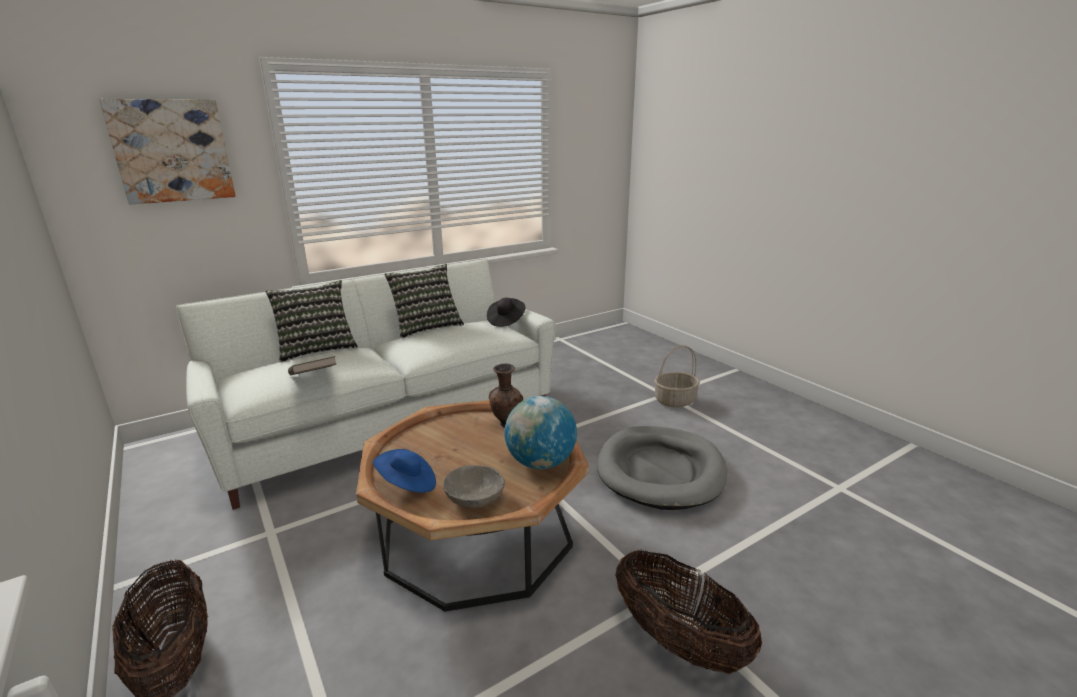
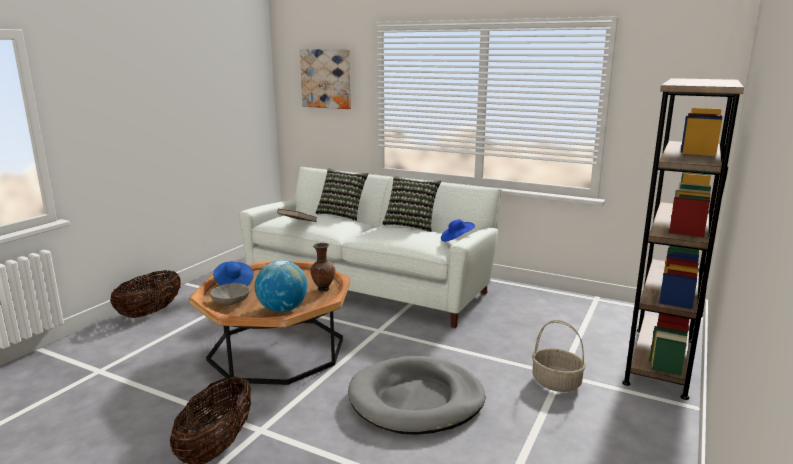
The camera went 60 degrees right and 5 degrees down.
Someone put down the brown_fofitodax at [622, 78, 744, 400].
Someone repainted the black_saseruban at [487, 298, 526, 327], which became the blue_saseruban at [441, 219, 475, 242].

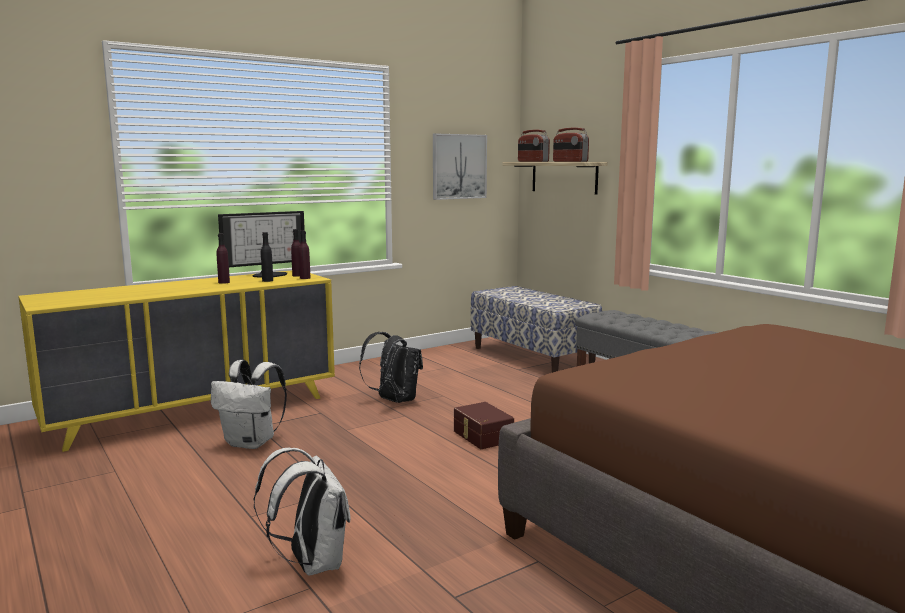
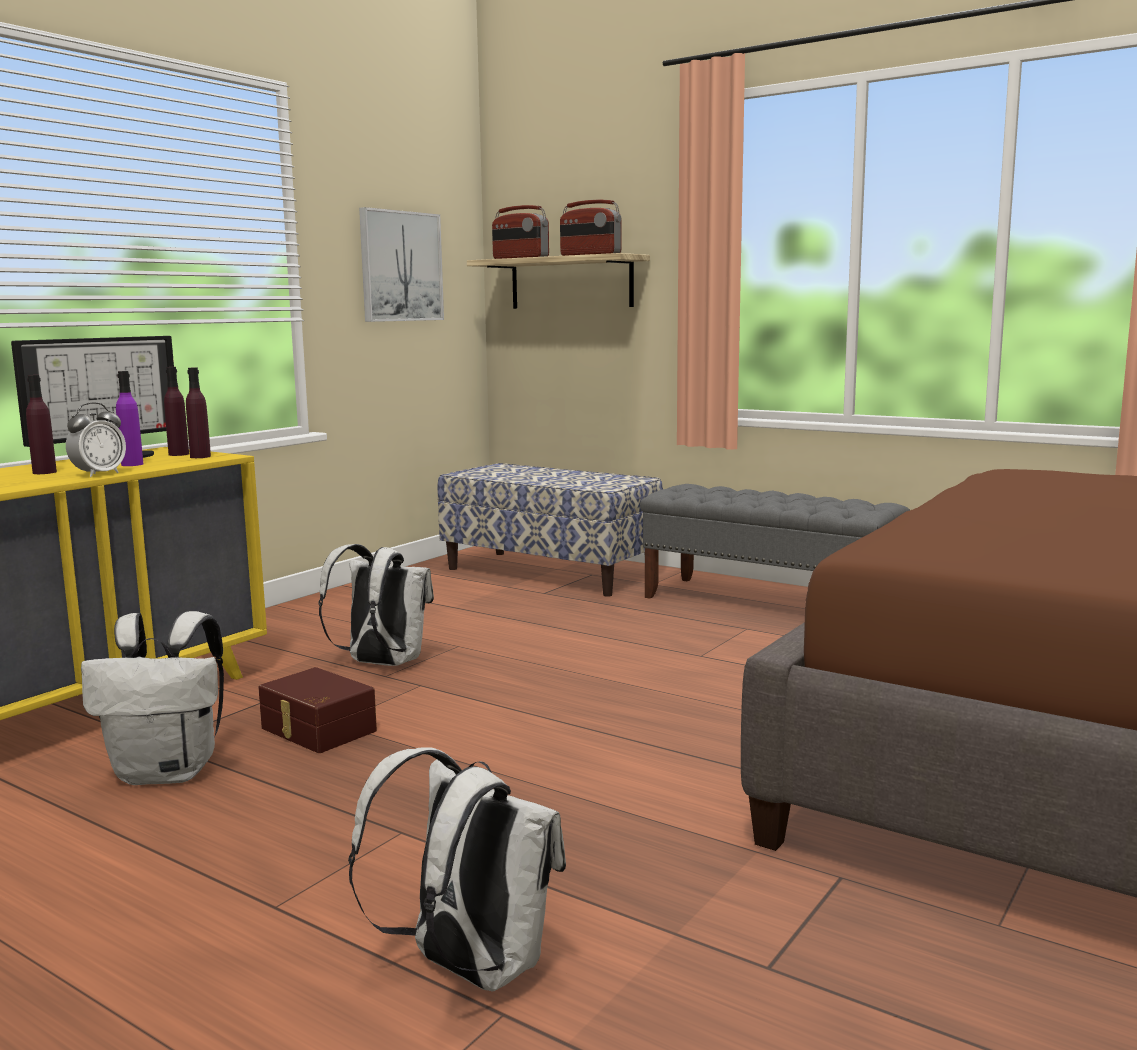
The camera went 20 degrees left and 0 degrees up.
Someone put down the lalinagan at [66, 402, 126, 477].
Someone carried the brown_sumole from [454, 402, 514, 449] to [258, 667, 377, 753].
Someone repainted the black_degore at [261, 232, 273, 282], which became the purple_degore at [116, 371, 143, 466].
Someone repainted the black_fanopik at [359, 332, 423, 403], which became the white_fanopik at [318, 544, 434, 666].

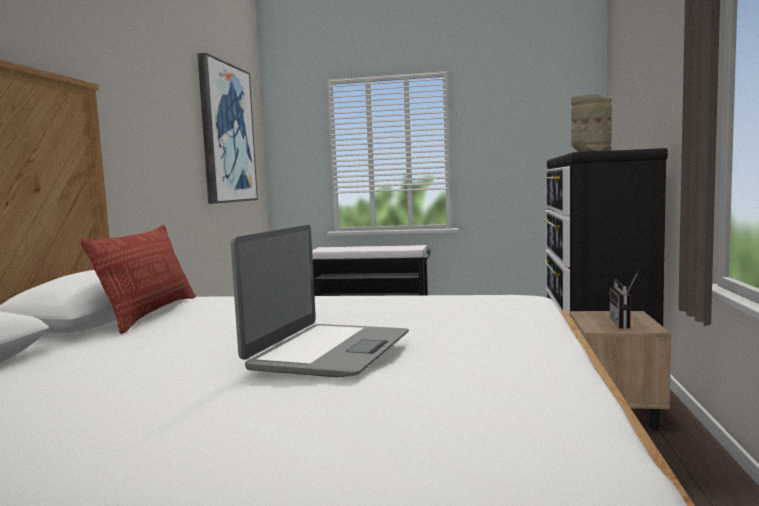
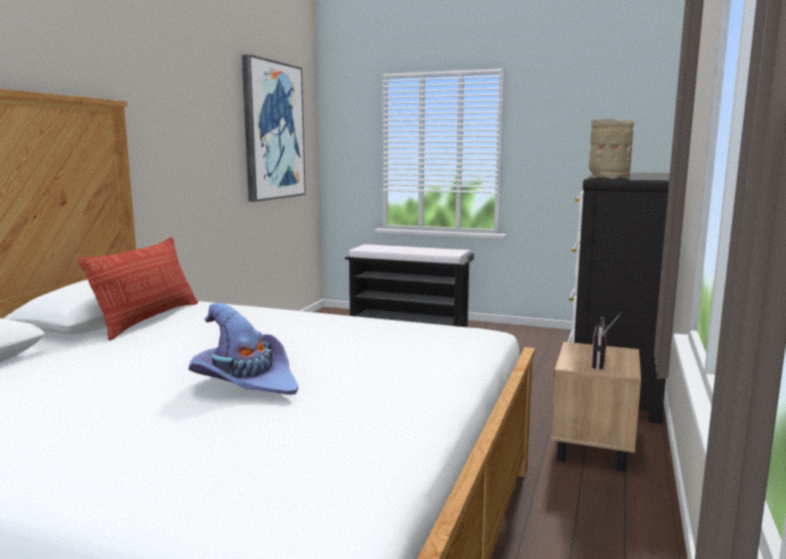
The camera went 10 degrees right and 5 degrees up.
Someone swapped the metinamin at [231, 225, 409, 377] for the purple_saseruban at [189, 303, 298, 395].

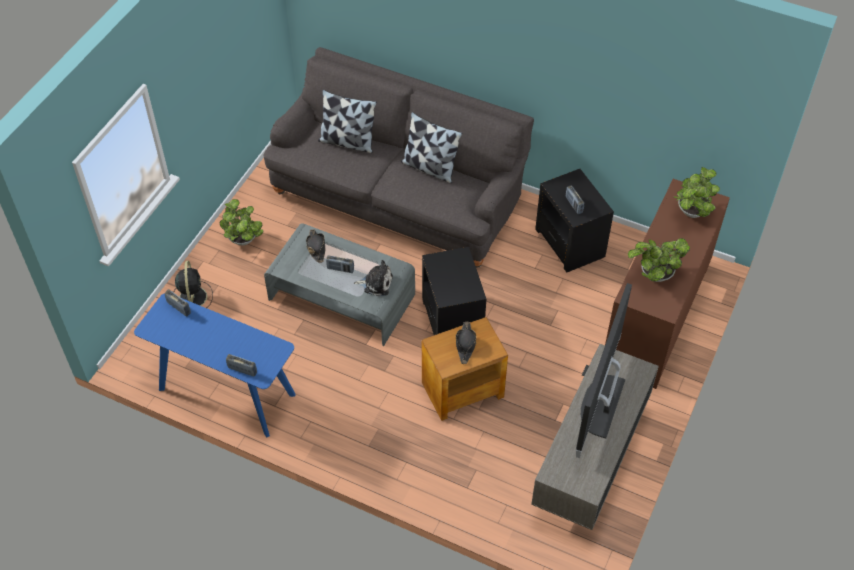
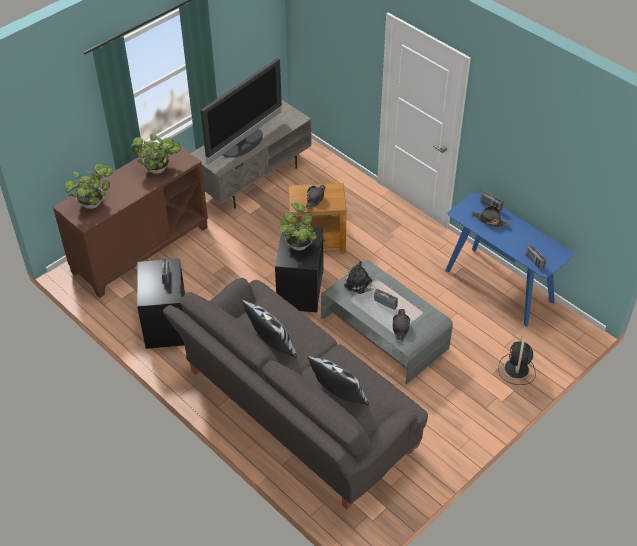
The camera went 160 degrees left and 5 degrees down.
Someone put down the black_saseruban at [471, 206, 510, 227].
Someone carried the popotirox from [220, 199, 263, 246] to [279, 202, 317, 251].

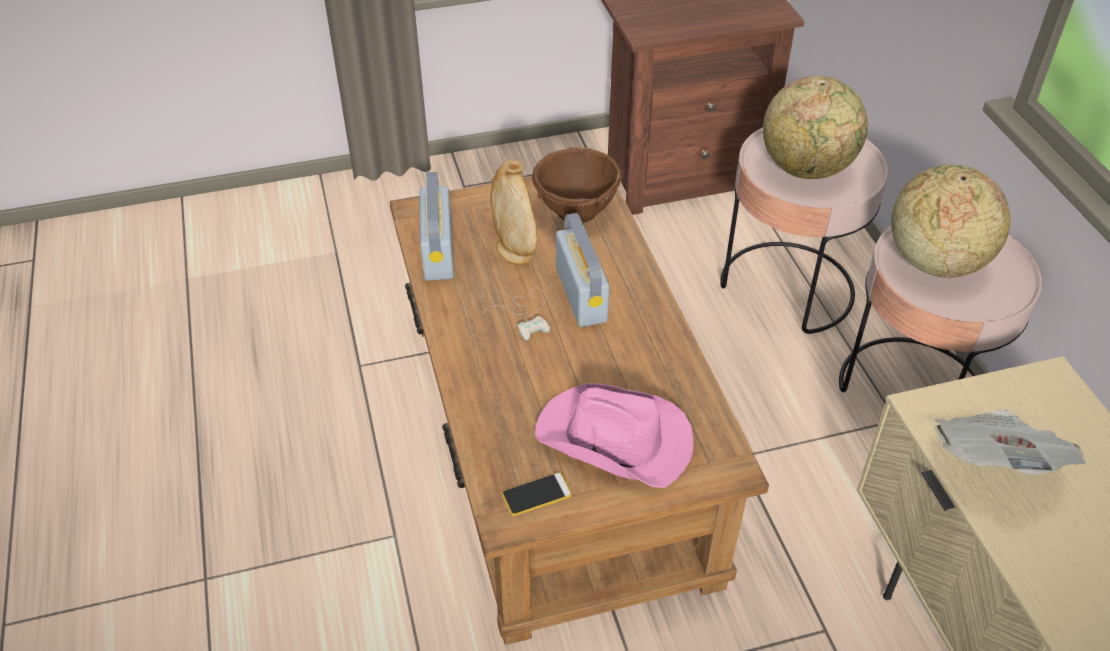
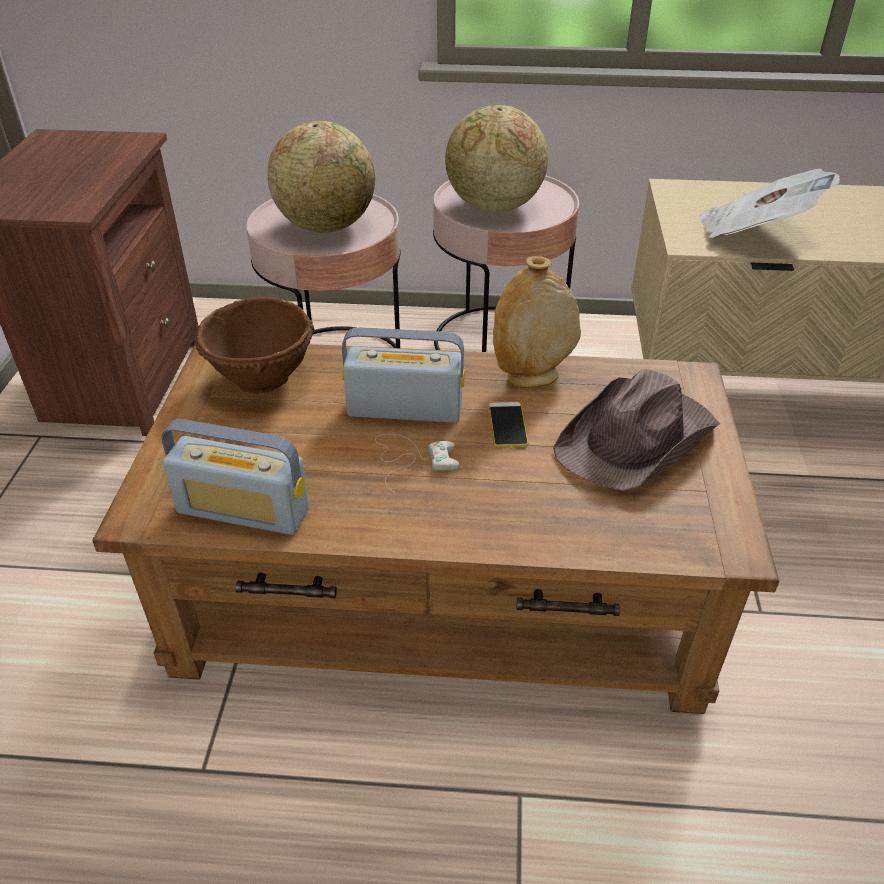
The camera went 70 degrees left and 5 degrees down.
Someone carried the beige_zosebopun from [490, 159, 537, 265] to [493, 256, 581, 388].
Someone carried the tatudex from [502, 472, 572, 516] to [488, 402, 529, 448].
Someone repainted the pink_saseruban at [535, 383, 694, 488], which became the brown_saseruban at [553, 369, 720, 491].

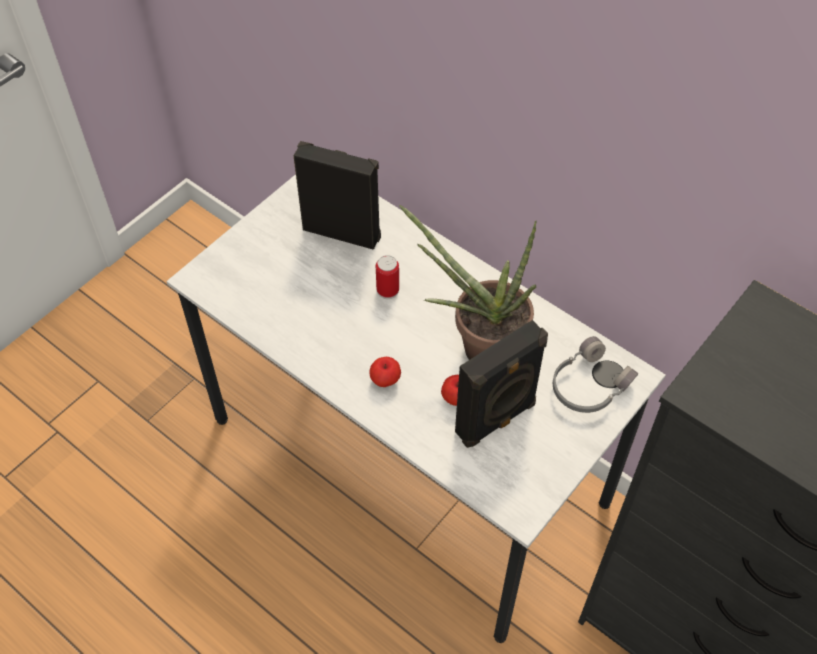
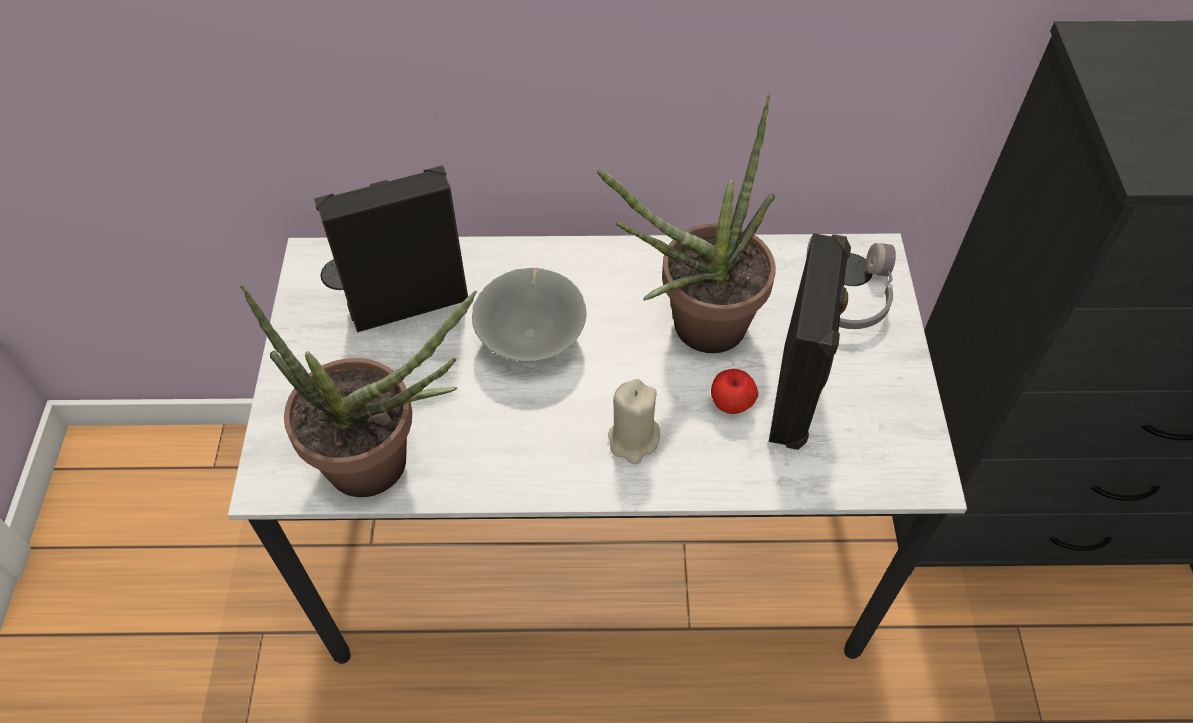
The camera went 40 degrees left and 0 degrees up.
Someone put down the popotirox at [240, 284, 477, 497].
Someone swapped the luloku at [369, 357, 401, 387] for the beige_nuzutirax at [608, 379, 660, 465].
Someone swapped the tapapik at [376, 255, 399, 299] for the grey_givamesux at [472, 268, 587, 361].

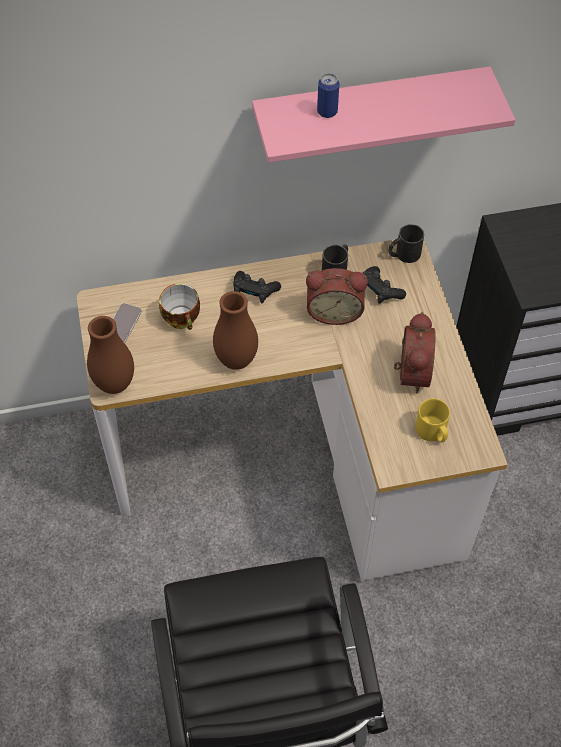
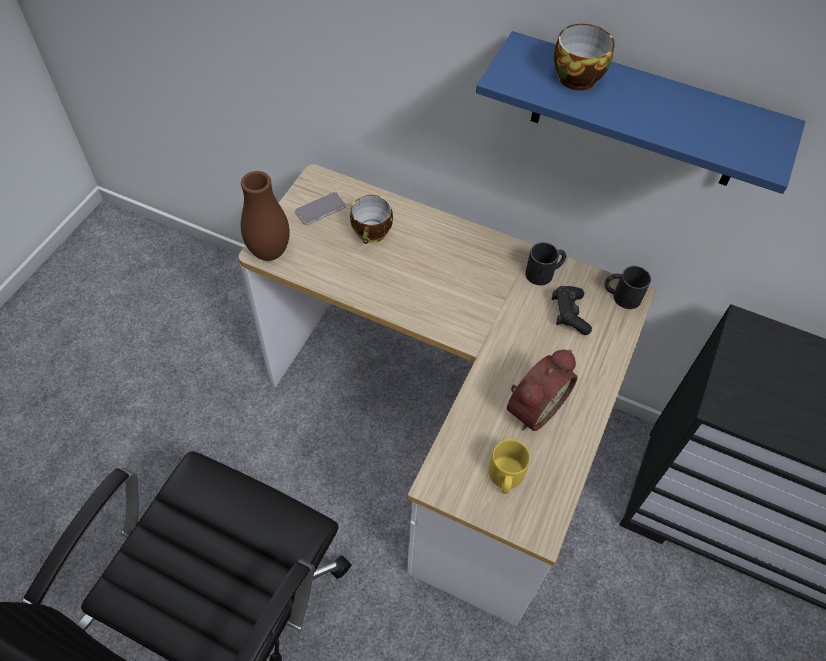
The camera went 35 degrees right and 0 degrees up.
Someone took away the brown_zosebopun at [213, 291, 258, 370].
Someone took away the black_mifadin at [233, 271, 281, 304].
Someone took away the lalinagan at [306, 268, 368, 325].
Someone swapped the tapapik at [317, 73, 339, 118] for the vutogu at [554, 24, 614, 91].
Someone repainted the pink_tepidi at [252, 66, 515, 163], which became the blue_tepidi at [476, 31, 805, 194].

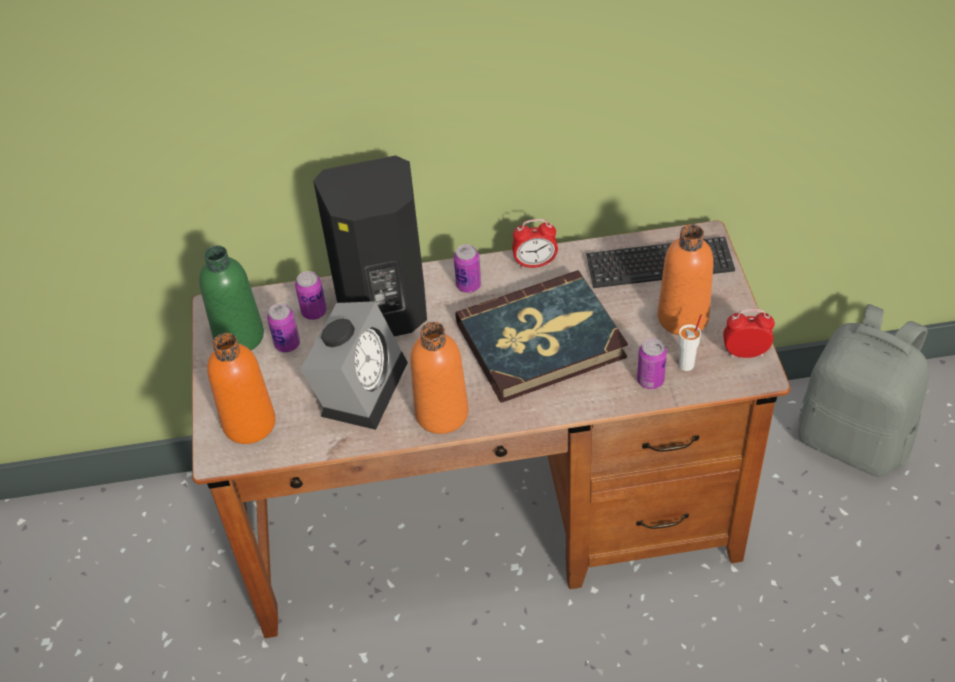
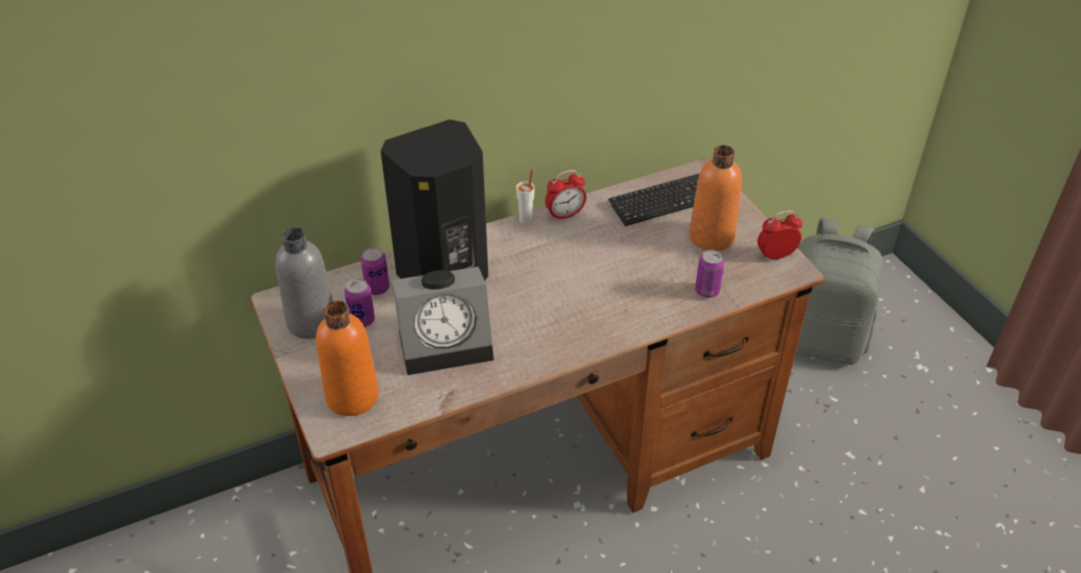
The camera went 20 degrees left and 5 degrees down.
Someone took away the orange_degore at [410, 322, 469, 434].
Someone took away the tapapik at [454, 244, 481, 293].
Someone took away the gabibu at [456, 270, 628, 403].
Someone carried the white_vutogu from [679, 314, 702, 371] to [516, 170, 535, 224].
Someone repainted the green_degore at [199, 245, 264, 350], which became the grey_degore at [275, 227, 333, 339].
Someone rotated the lalinagan at [301, 301, 408, 430] by 75 degrees clockwise.

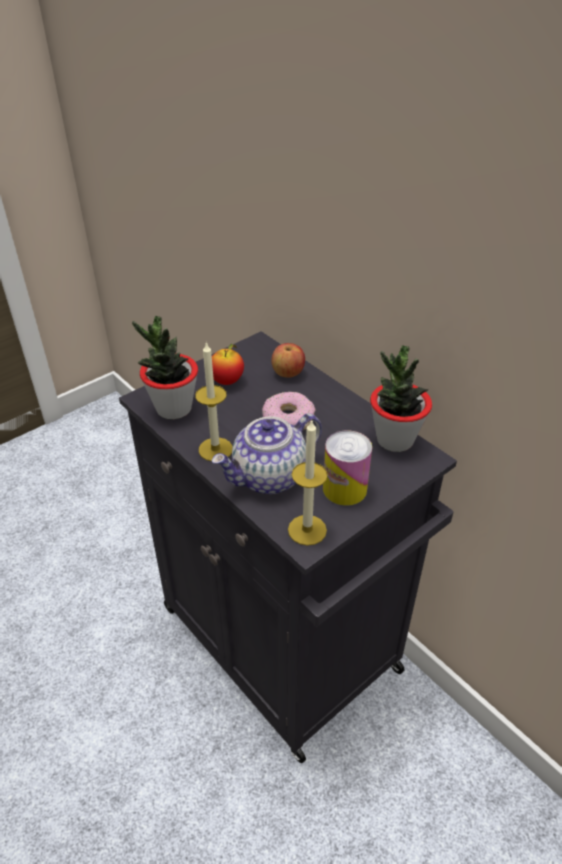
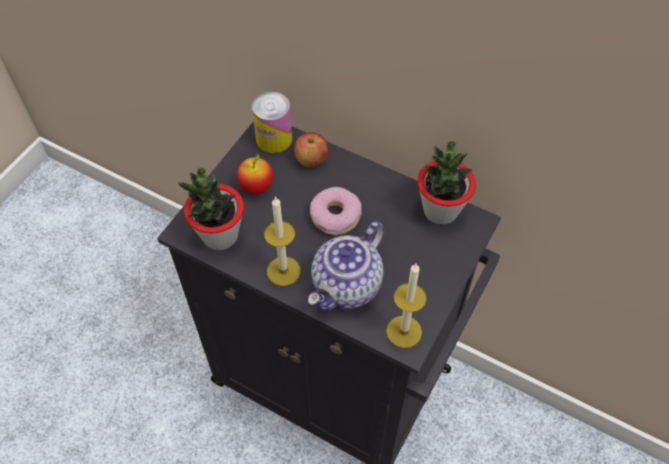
The camera went 20 degrees left and 15 degrees up.
Someone carried the tapapik from [323, 430, 372, 506] to [252, 92, 292, 153].

